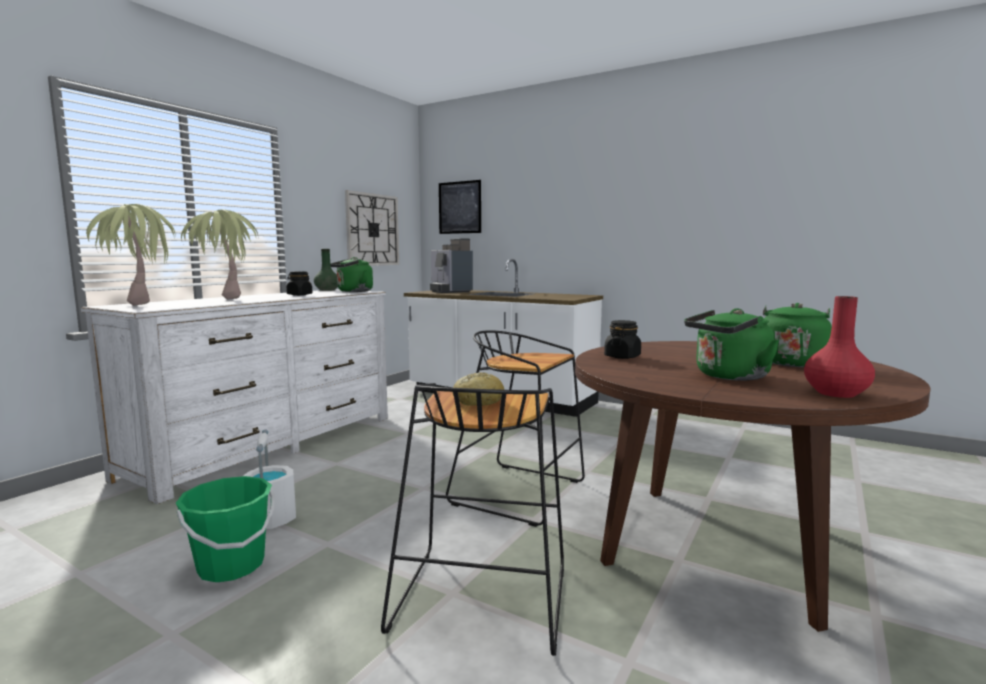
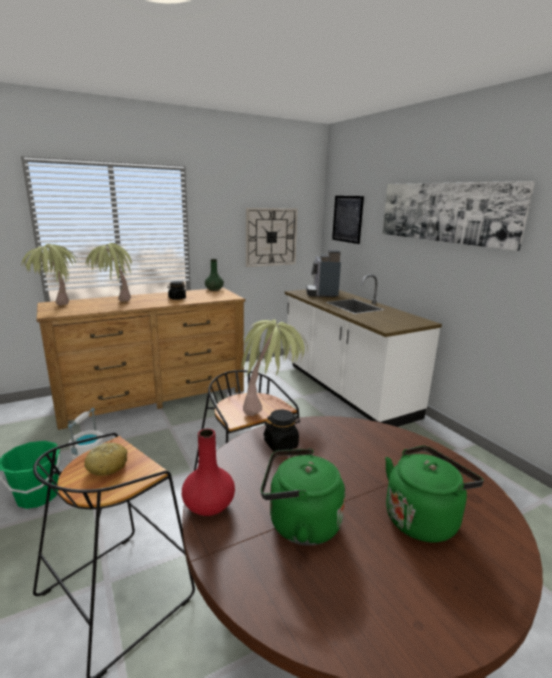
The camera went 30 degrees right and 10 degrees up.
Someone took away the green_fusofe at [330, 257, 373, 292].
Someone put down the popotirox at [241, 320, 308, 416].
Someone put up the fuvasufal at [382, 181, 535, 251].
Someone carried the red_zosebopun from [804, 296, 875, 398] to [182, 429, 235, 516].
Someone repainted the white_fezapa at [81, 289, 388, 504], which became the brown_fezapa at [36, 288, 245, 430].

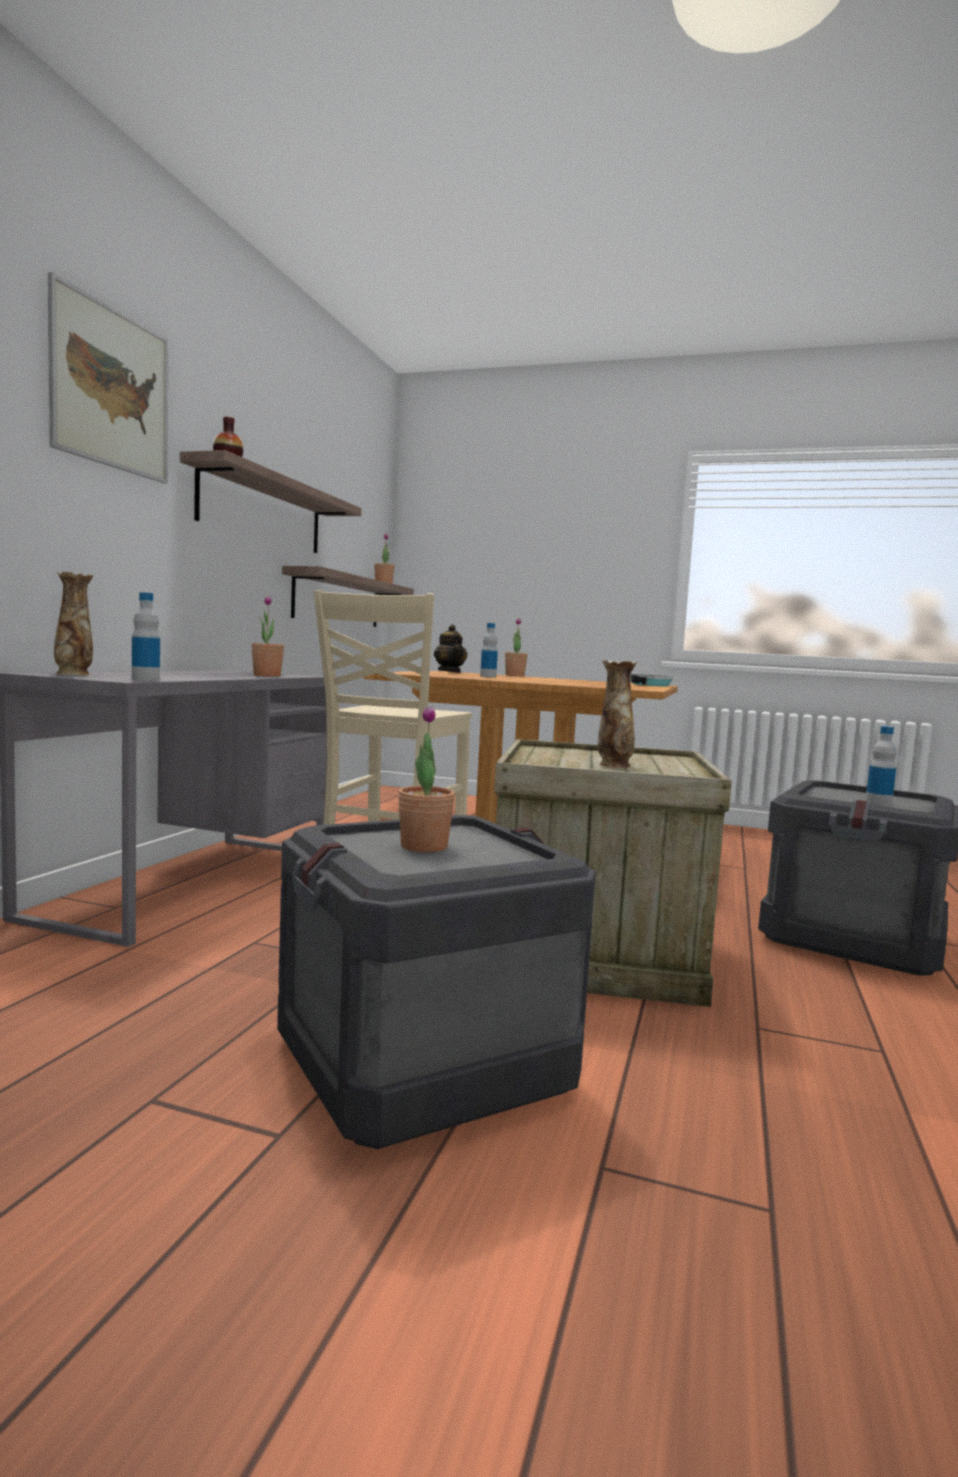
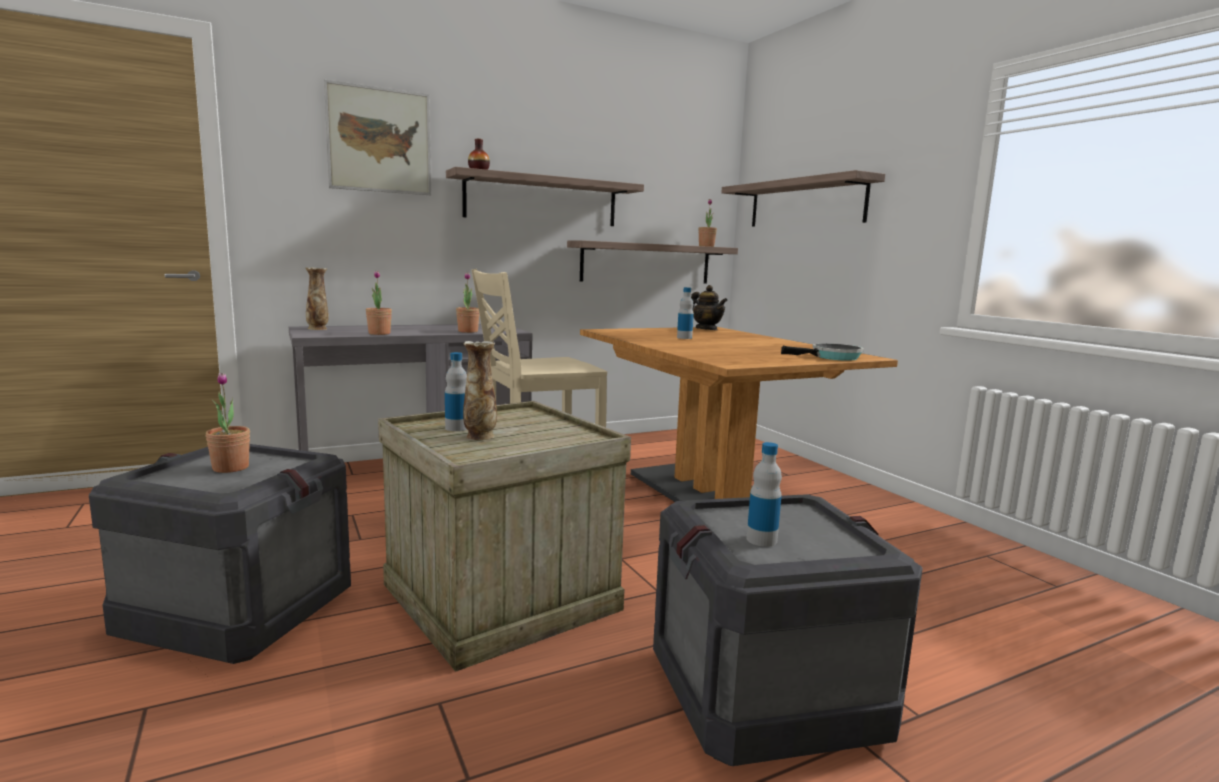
The camera went 45 degrees right and 5 degrees up.
Someone put up the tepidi at [721, 170, 885, 227].
Someone carried the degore from [132, 592, 160, 681] to [445, 352, 467, 431].
Someone carried the popotirox from [505, 618, 528, 676] to [366, 271, 392, 335].
Someone rotated the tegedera at [434, 624, 468, 673] by 60 degrees counterclockwise.

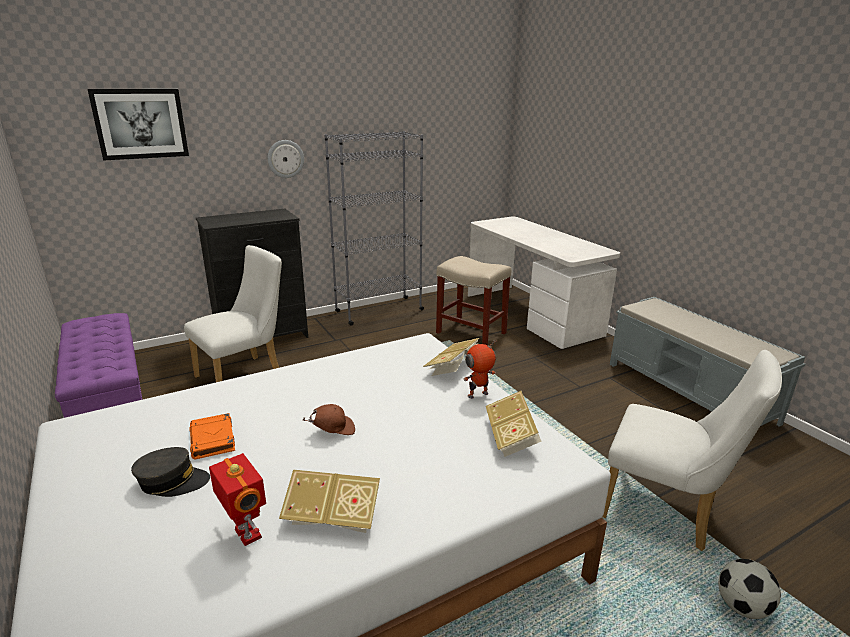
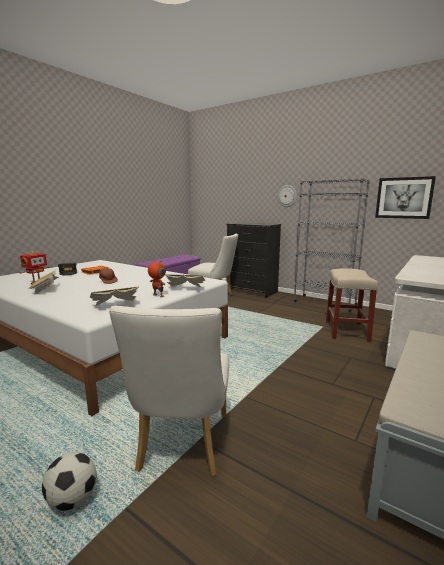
The camera went 65 degrees right and 10 degrees down.
Someone carried the fuvasufal from [88, 89, 189, 161] to [375, 176, 436, 219].

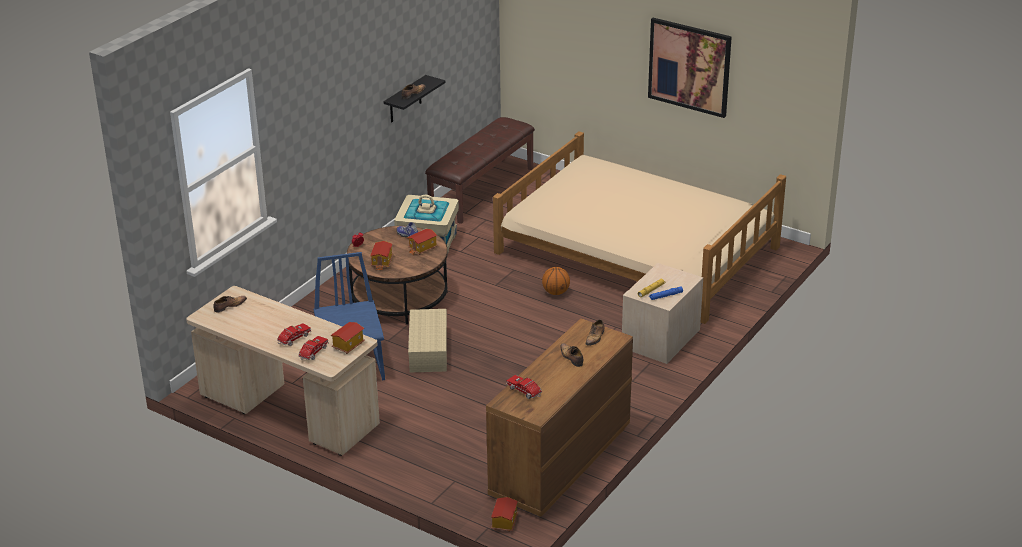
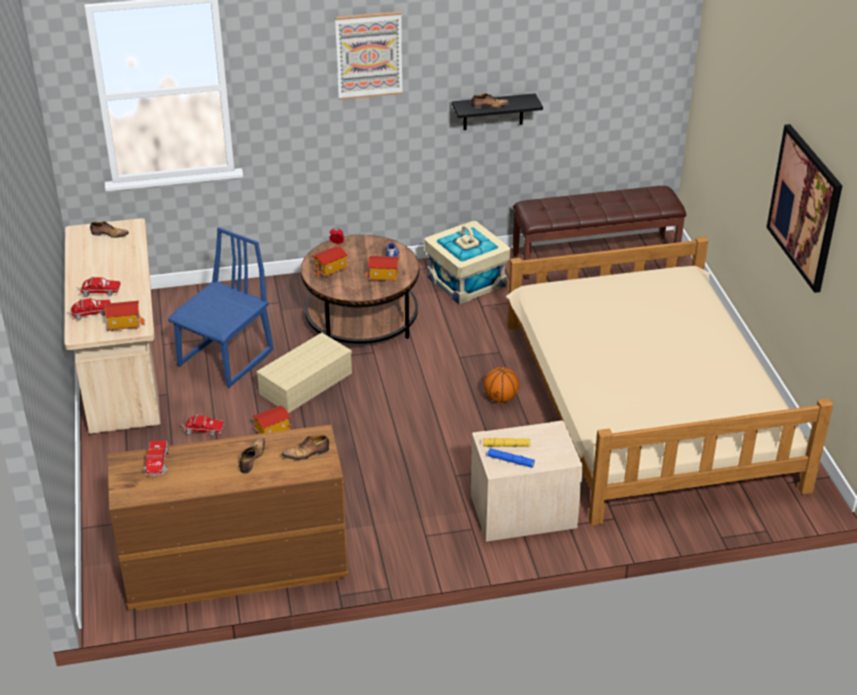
The camera went 45 degrees right and 5 degrees up.
Someone put down the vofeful at [181, 415, 224, 436].
Someone put up the fuvasufal at [335, 11, 403, 100].
Someone carried the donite from [491, 497, 518, 532] to [253, 405, 292, 434].

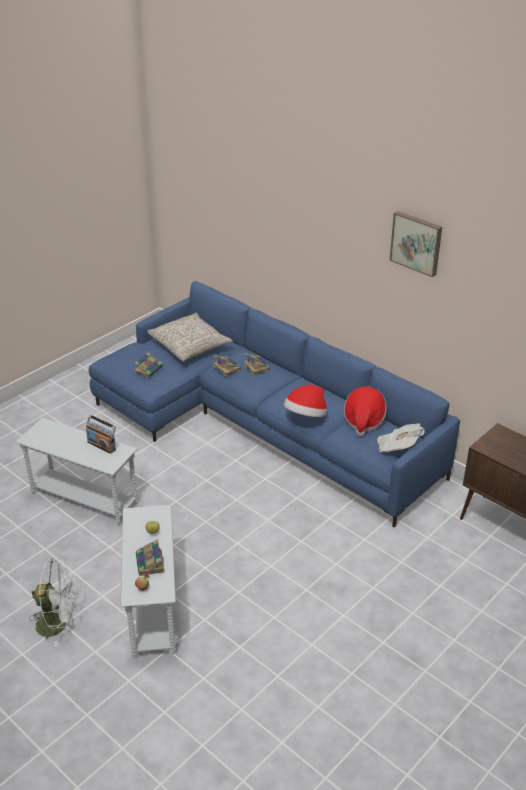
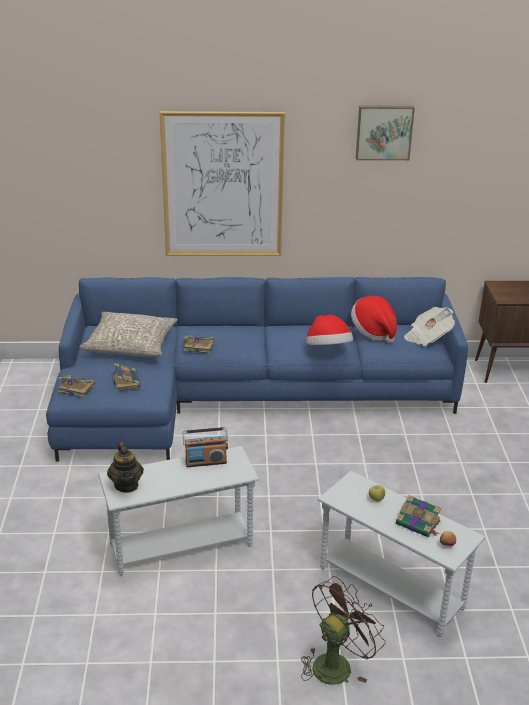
The camera went 45 degrees left and 5 degrees down.
Someone put down the tegedera at [107, 442, 144, 493].
Someone put up the fuvasufal at [160, 111, 285, 256].
Someone carried the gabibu from [243, 353, 270, 376] to [58, 375, 95, 398].
Someone repainted the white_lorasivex at [29, 559, 78, 647], which became the brown_lorasivex at [301, 576, 385, 685].

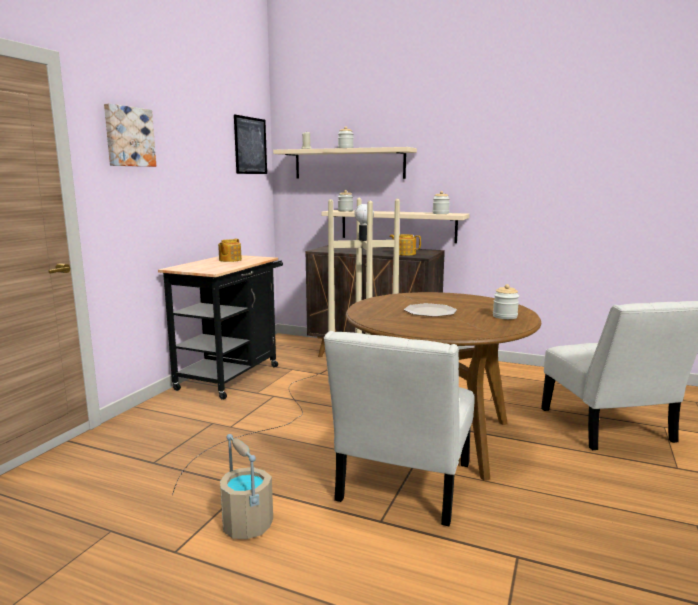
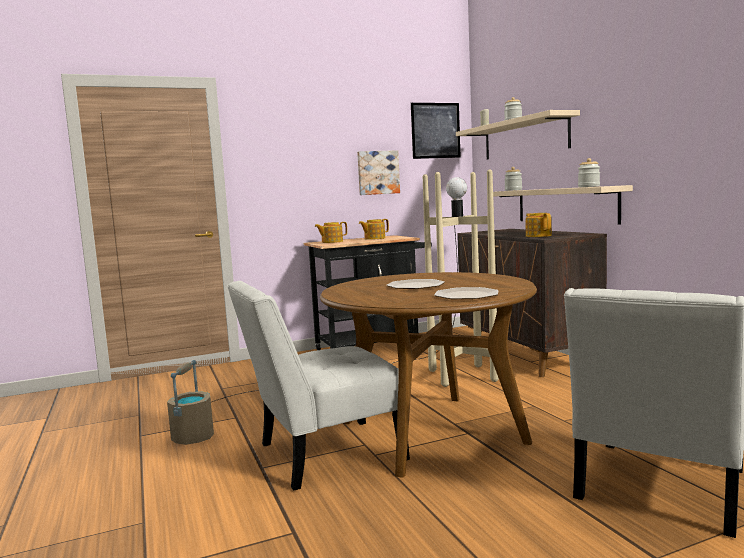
The camera went 45 degrees right and 5 degrees down.
Someone put down the tegedera at [315, 222, 347, 243].
Someone carried the fuvasufal from [104, 103, 156, 167] to [357, 150, 400, 195].
Someone swapped the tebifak at [493, 284, 519, 319] for the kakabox at [434, 287, 498, 299].

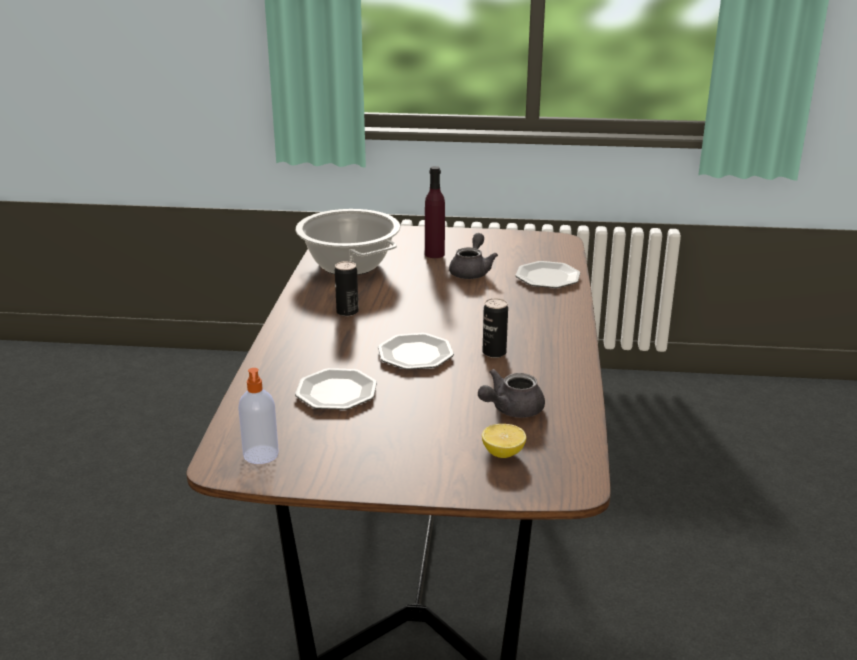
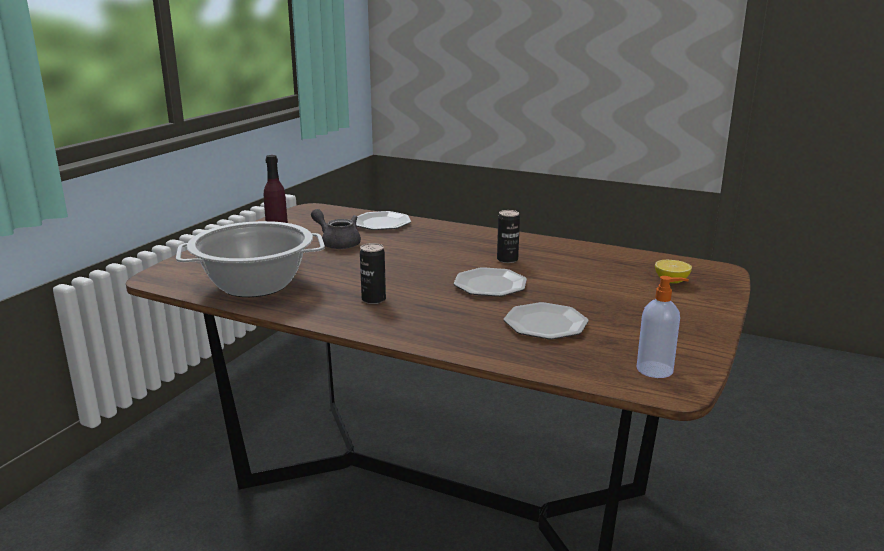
The camera went 70 degrees left and 5 degrees down.
Someone took away the grey_tegedera at [478, 369, 545, 418].

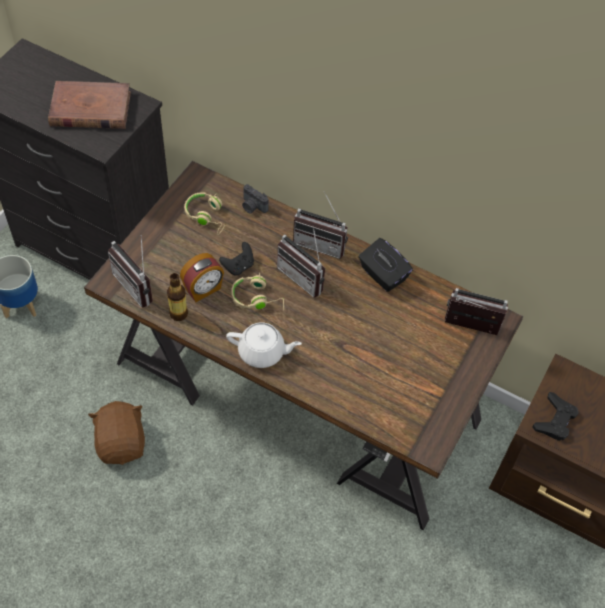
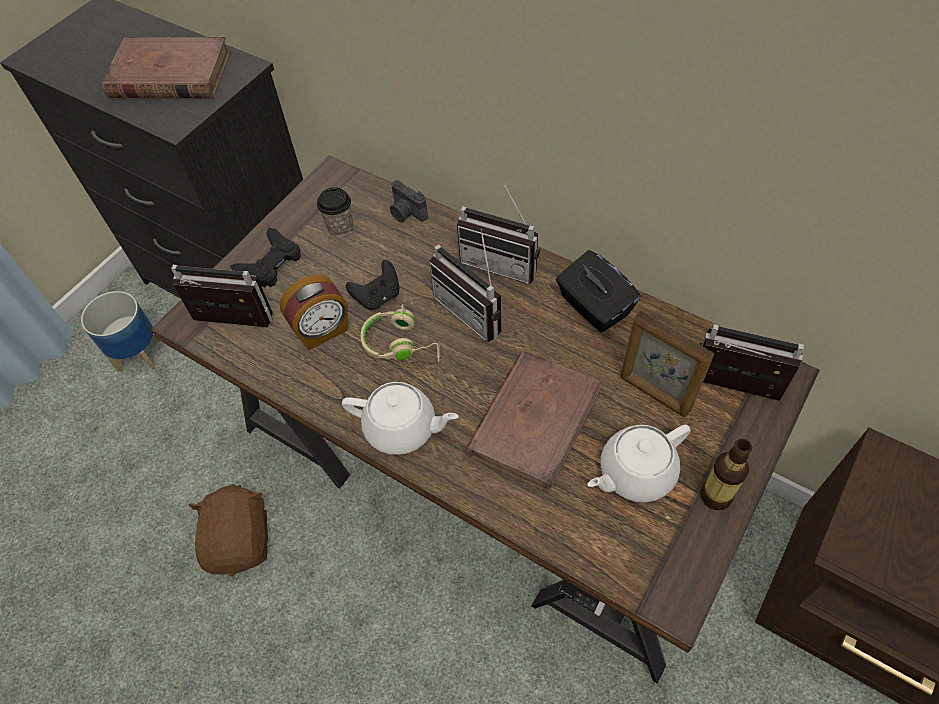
The camera went 10 degrees right and 0 degrees up.
Someone put down the brown_gabibu at [465, 351, 601, 493].
Someone put down the white_tegedera at [588, 425, 690, 503].
Someone put down the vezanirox at [620, 310, 714, 417].
Someone carried the degore from [167, 273, 188, 321] to [700, 439, 752, 510].
Someone carried the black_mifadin from [532, 392, 578, 441] to [230, 227, 301, 288].
Someone swapped the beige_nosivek at [184, 192, 225, 235] for the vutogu at [317, 187, 353, 237].
Someone rotated the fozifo at [108, 235, 153, 308] by 135 degrees clockwise.

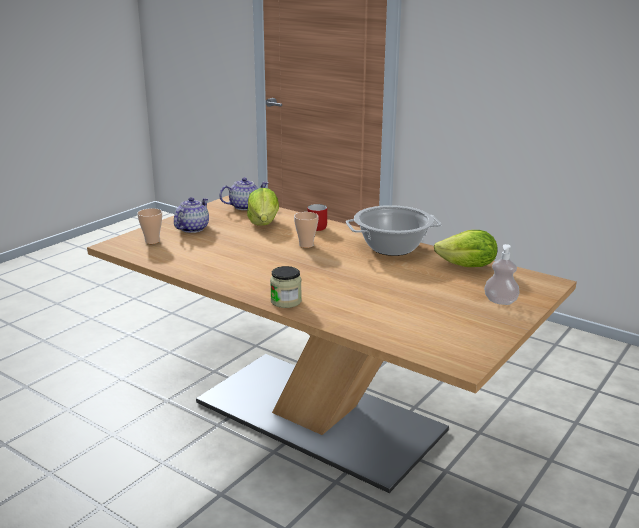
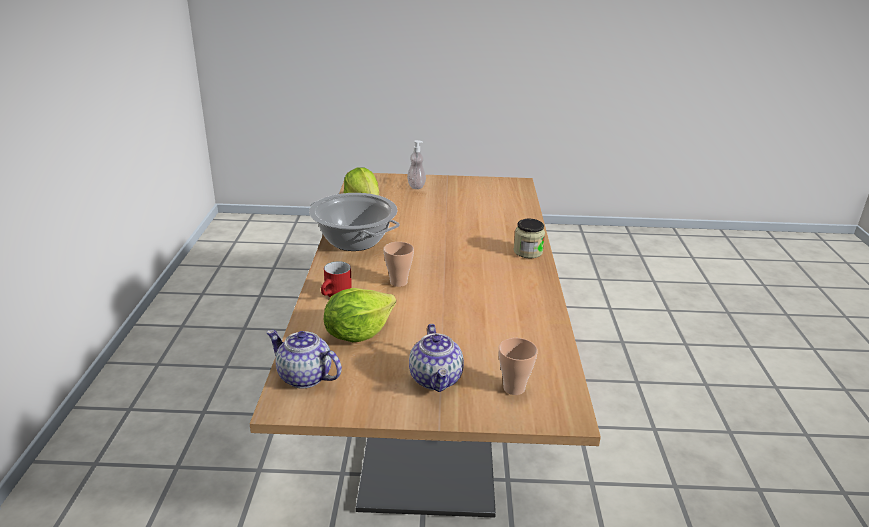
The camera went 125 degrees left and 5 degrees up.
Someone rotated the tegedera at [174, 197, 209, 233] by 90 degrees counterclockwise.

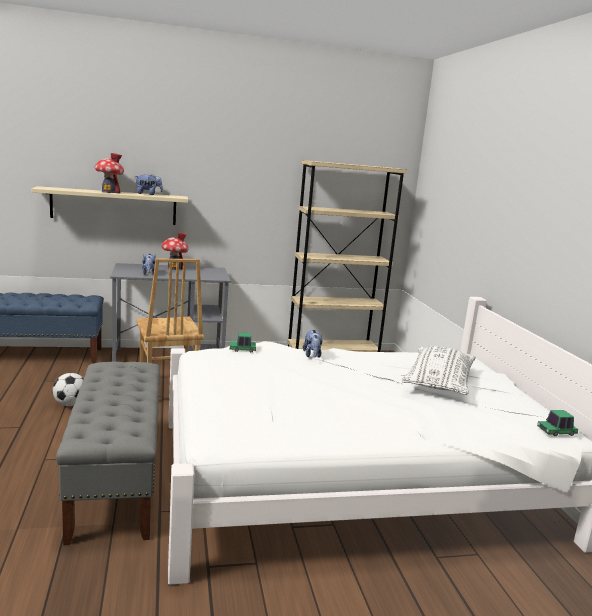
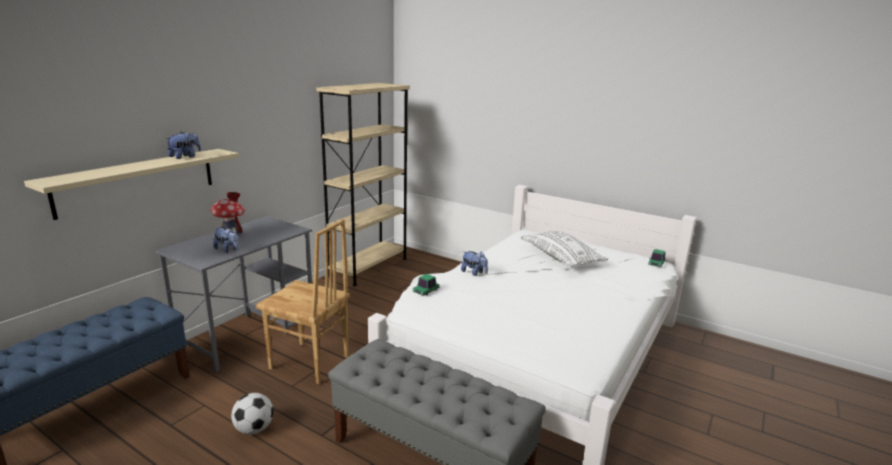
The camera went 45 degrees left and 5 degrees up.
Someone took away the donite at [95, 153, 124, 193].

